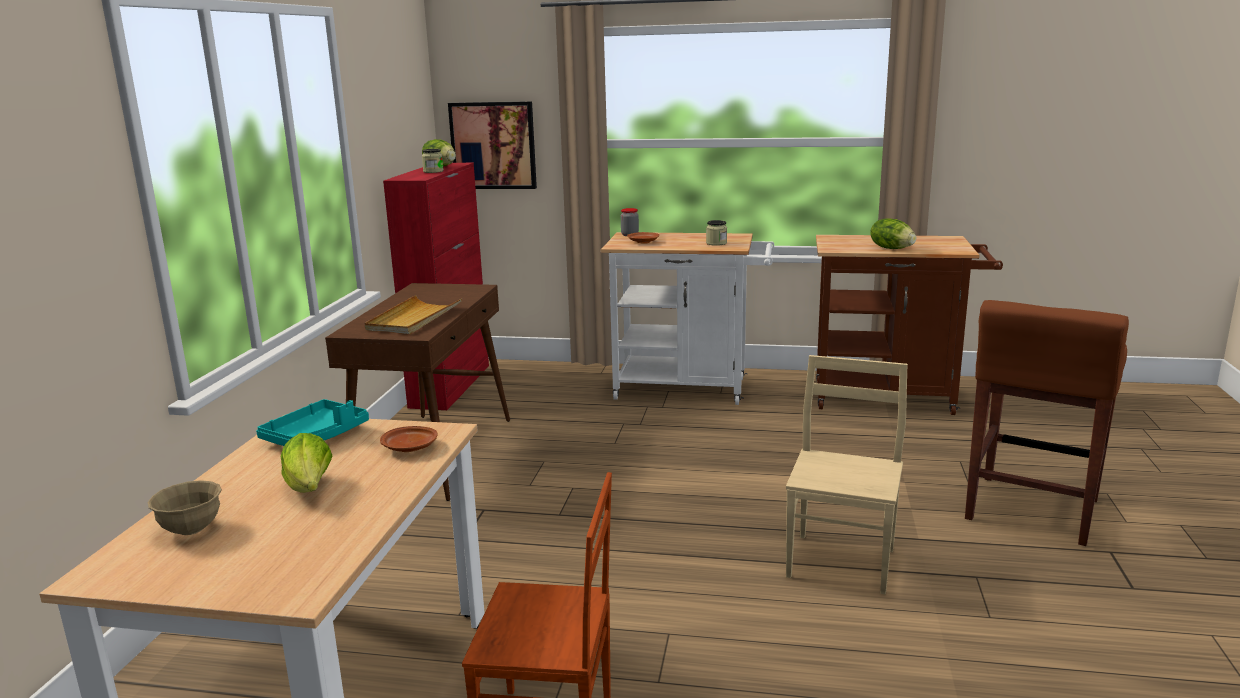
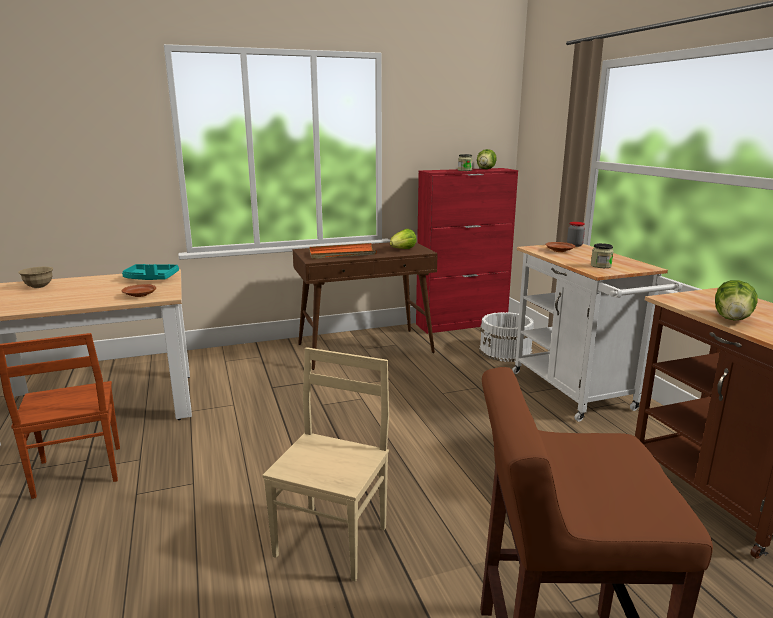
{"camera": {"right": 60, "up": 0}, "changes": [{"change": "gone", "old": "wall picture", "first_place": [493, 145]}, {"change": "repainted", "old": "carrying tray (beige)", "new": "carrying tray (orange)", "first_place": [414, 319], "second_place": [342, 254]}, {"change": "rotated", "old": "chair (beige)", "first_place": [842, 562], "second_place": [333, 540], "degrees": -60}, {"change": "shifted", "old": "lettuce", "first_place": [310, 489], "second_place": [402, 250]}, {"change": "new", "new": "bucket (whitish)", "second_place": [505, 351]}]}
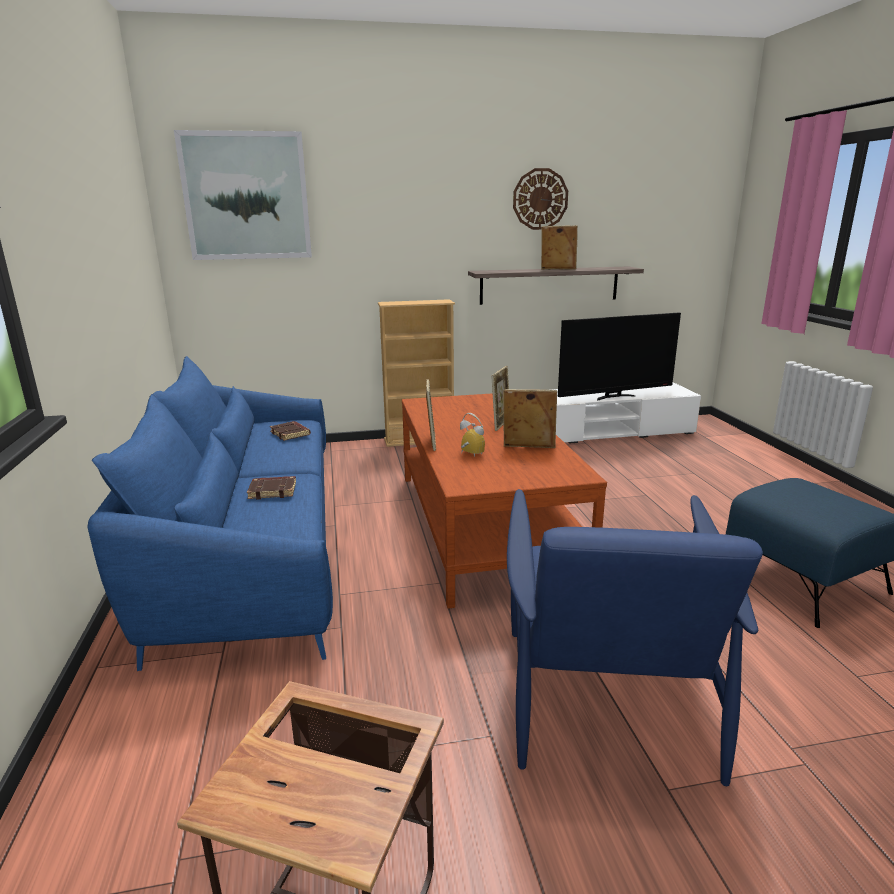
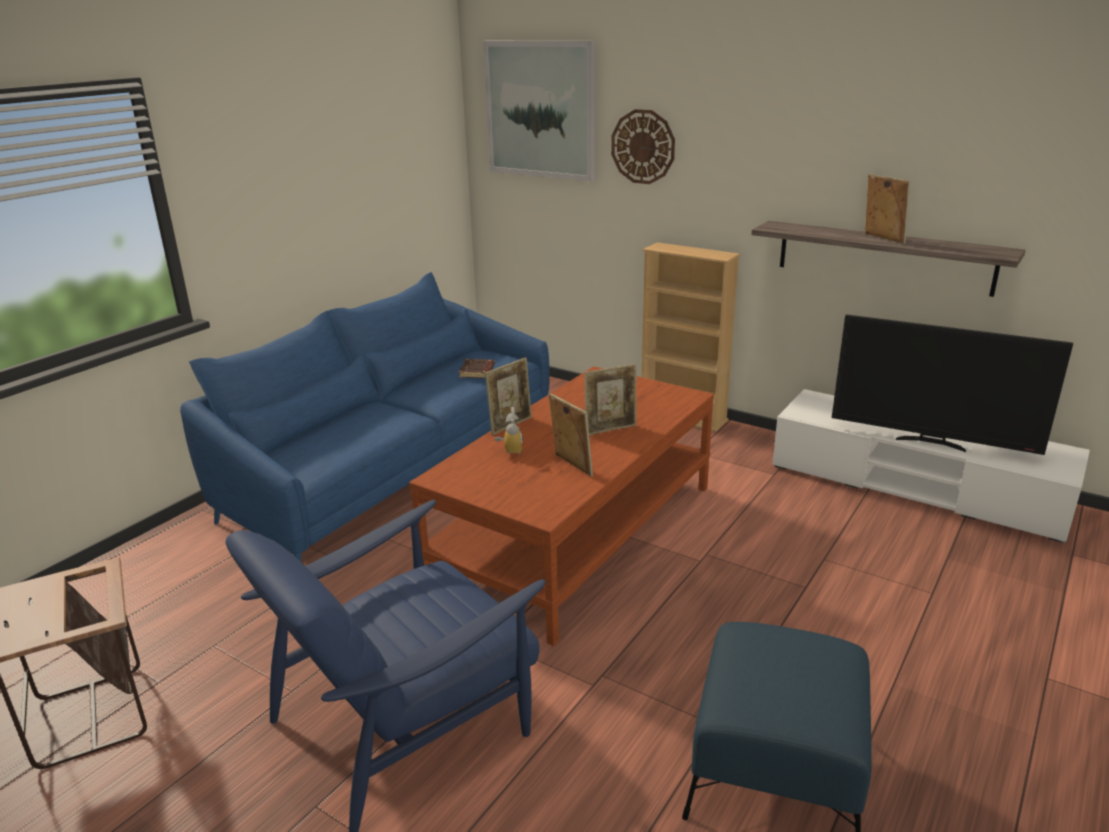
{"camera": {"right": 45, "up": 5}, "changes": [{"change": "shifted", "old": "wall clock", "first_place": [540, 199], "second_place": [643, 147]}, {"change": "gone", "old": "book (brown)", "first_place": [273, 491]}]}
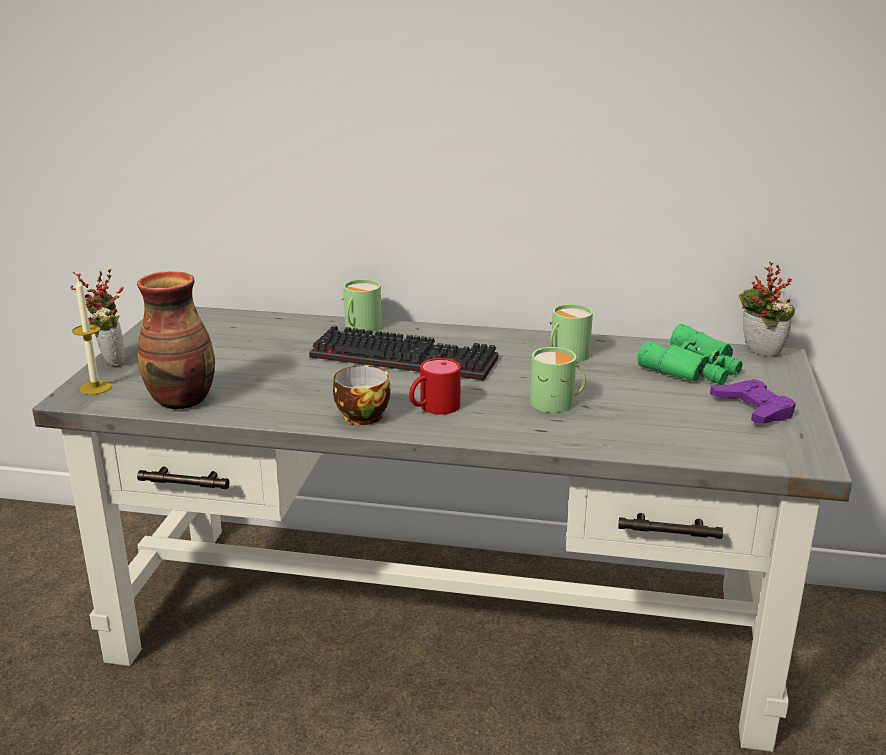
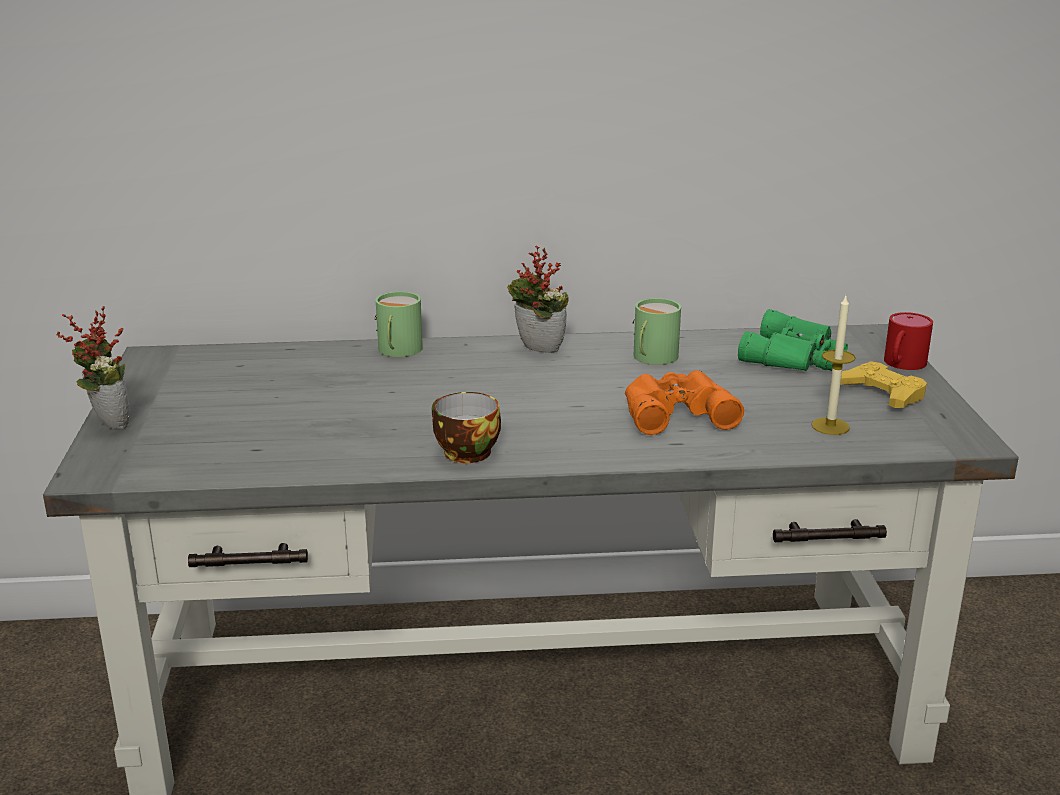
{"camera": {"right": -15, "up": 0}, "changes": [{"change": "shifted", "old": "houseplant", "first_place": [758, 353], "second_place": [536, 350]}, {"change": "gone", "old": "vase", "first_place": [183, 400]}, {"change": "shifted", "old": "candle", "first_place": [95, 387], "second_place": [830, 426]}, {"change": "gone", "old": "PC keyboard", "first_place": [408, 357]}, {"change": "swapped", "old": "mug (greenish)", "new": "binoculars (orange)", "first_place": [557, 403], "second_place": [675, 411]}, {"change": "shifted", "old": "mug (reddish)", "first_place": [432, 408], "second_place": [901, 365]}, {"change": "repainted", "old": "joypad (purple-coloured)", "new": "joypad (yellow)", "first_place": [753, 409], "second_place": [880, 393]}]}
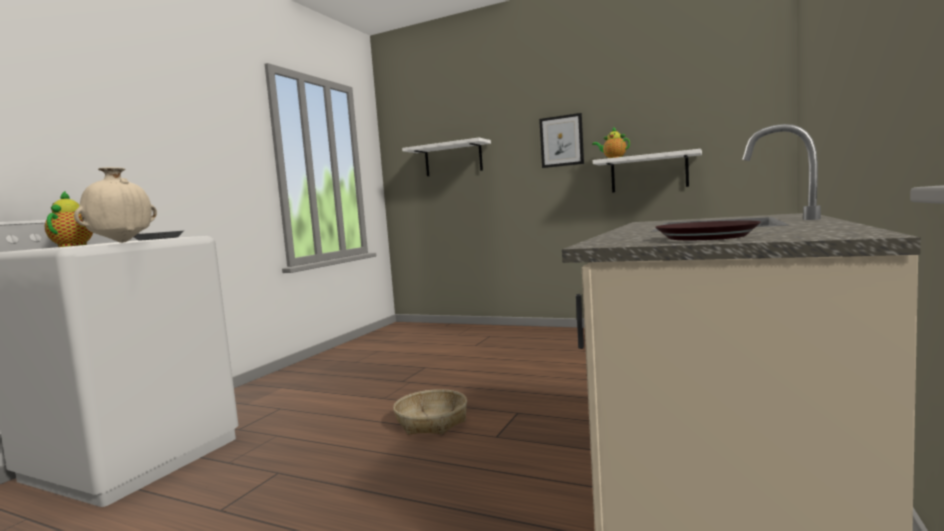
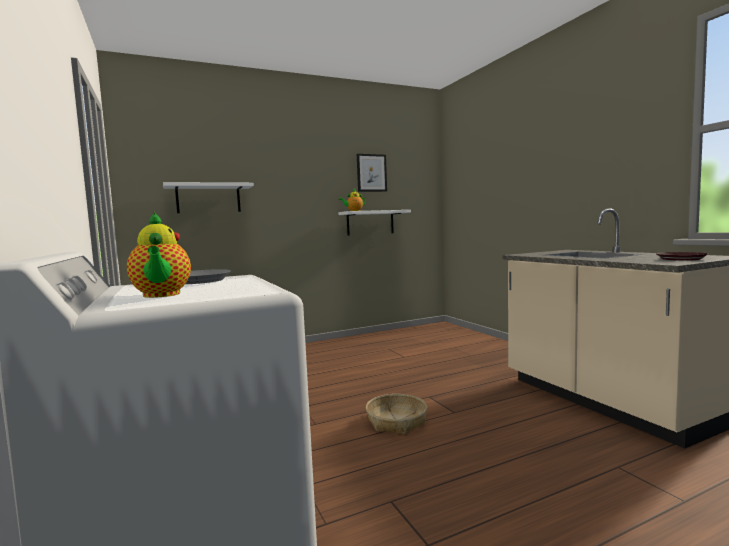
{"camera": {"right": -50, "up": 0}, "changes": [{"change": "shifted", "old": "wall picture", "first_place": [561, 141], "second_place": [371, 173]}, {"change": "gone", "old": "vase (beige)", "first_place": [122, 242]}, {"change": "rotated", "old": "tea pot", "first_place": [75, 245], "second_place": [161, 295], "degrees": -150}]}
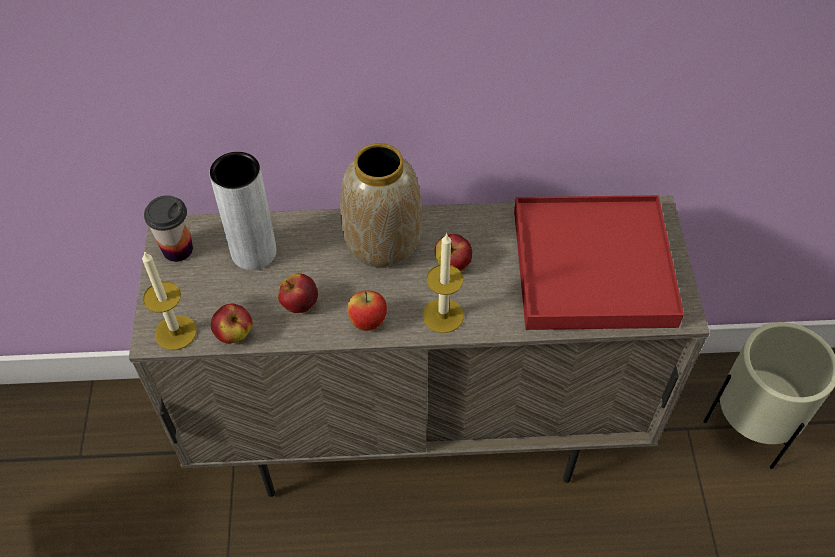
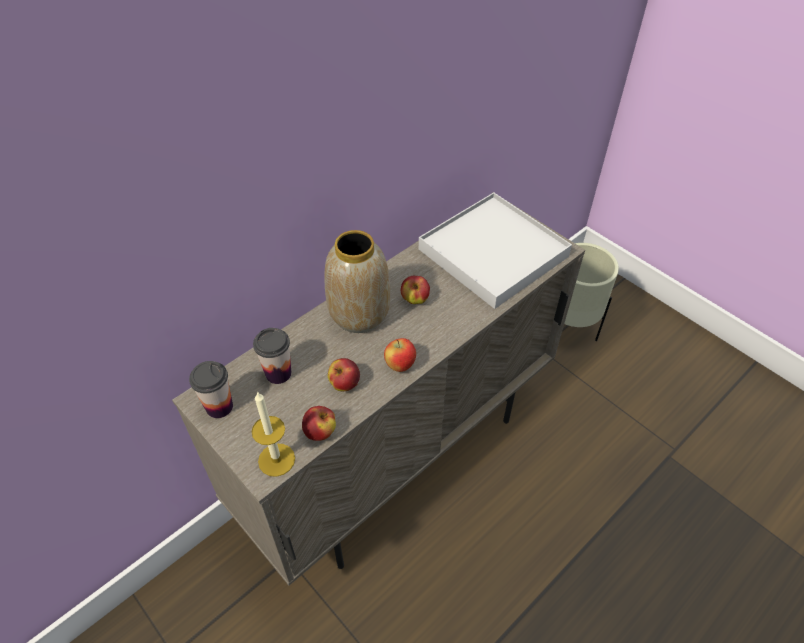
{"camera": {"right": -40, "up": -5}, "changes": [{"change": "swapped", "old": "vase (grey)", "new": "small cup", "first_place": [254, 252], "second_place": [278, 373]}, {"change": "repainted", "old": "carrying tray (reddish)", "new": "carrying tray (whitish)", "first_place": [593, 267], "second_place": [493, 253]}, {"change": "gone", "old": "candle", "first_place": [443, 315]}]}
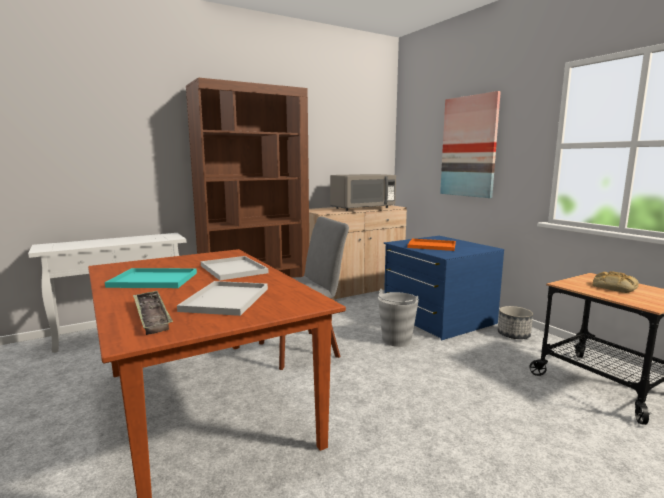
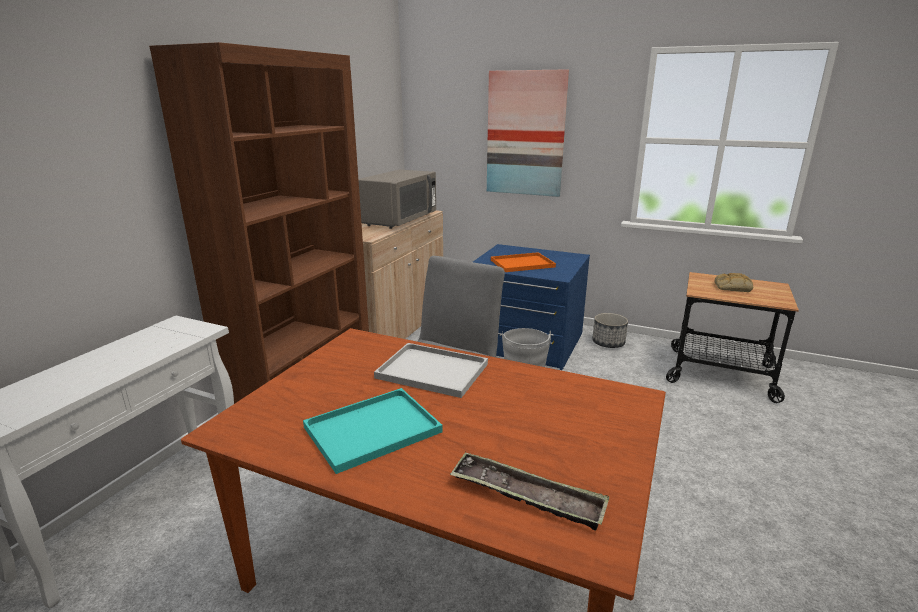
{"camera": {"right": -35, "up": 10}, "changes": [{"change": "gone", "old": "carrying tray (whitish)", "first_place": [226, 300]}]}
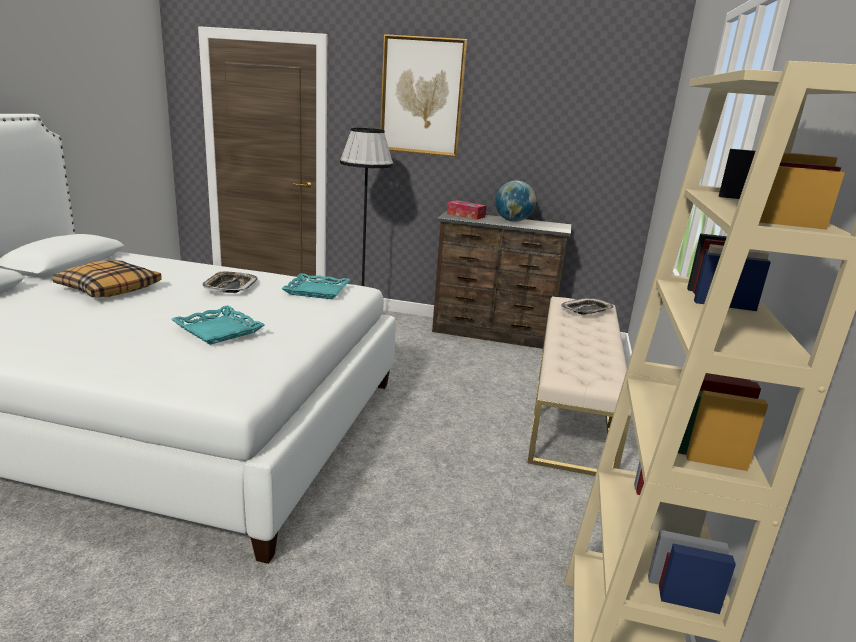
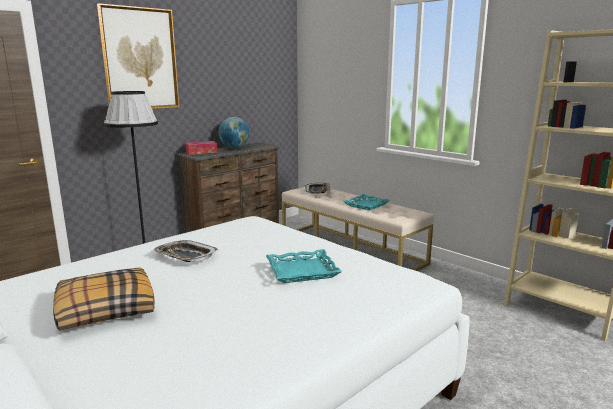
{"camera": {"right": -55, "up": -5}, "changes": [{"change": "shifted", "old": "carrying tray (turquoise-coloured)", "first_place": [316, 291], "second_place": [366, 205]}]}
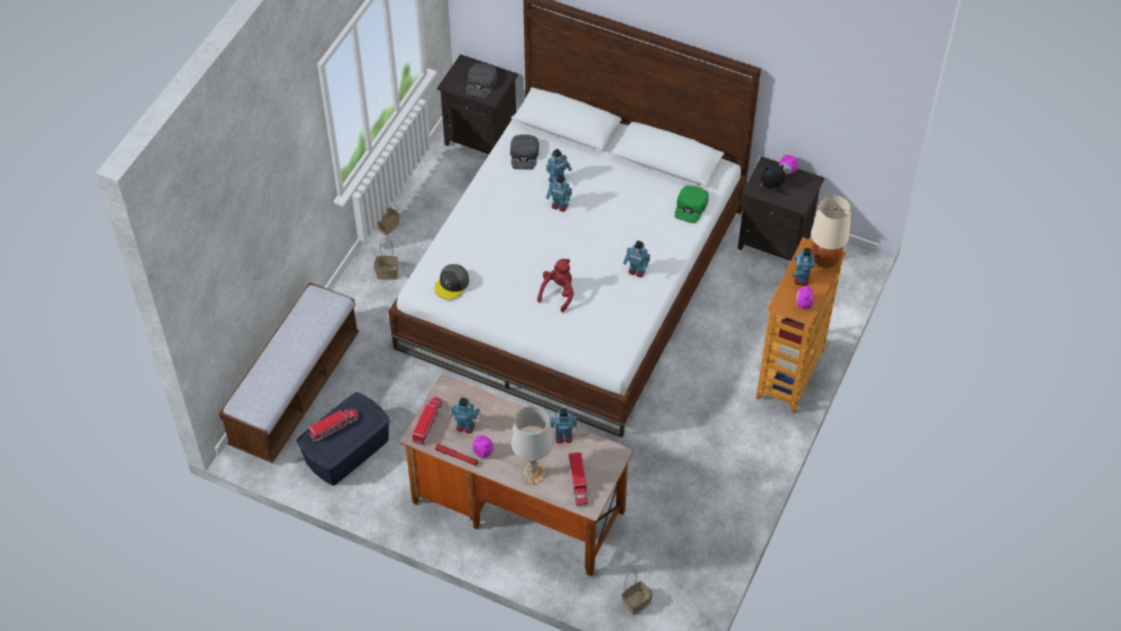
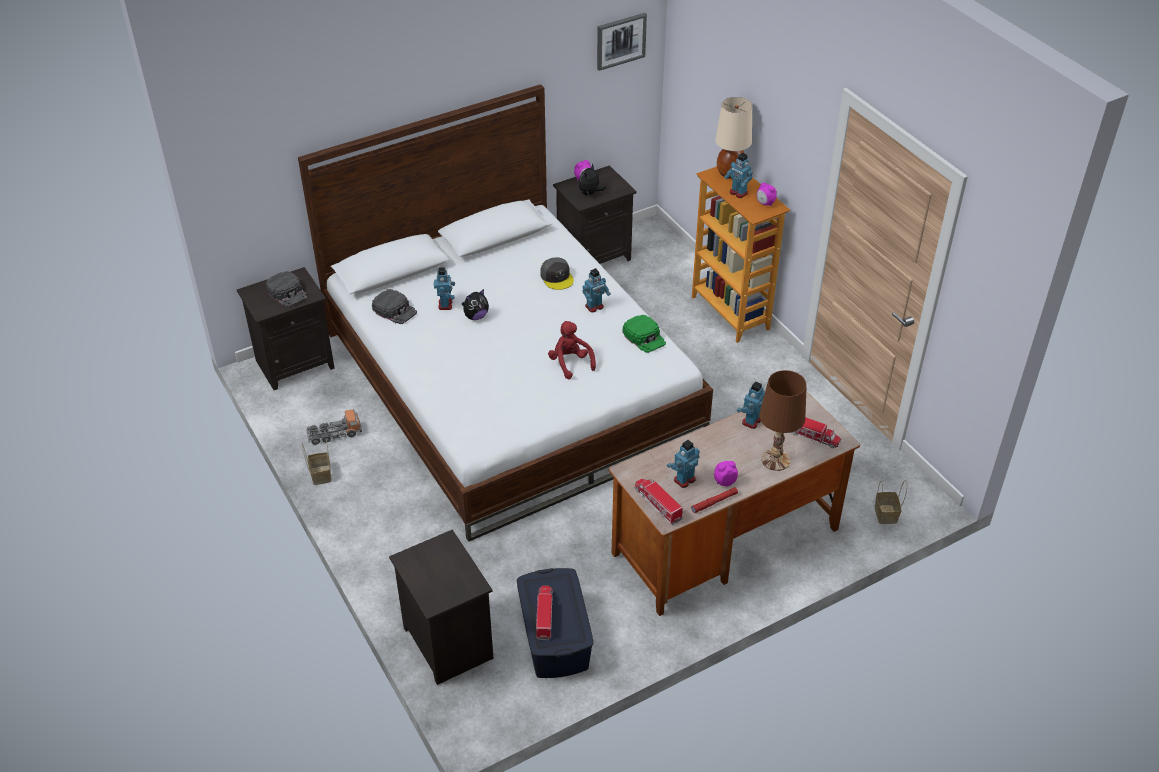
{"camera": {"right": -55, "up": -10}, "changes": [{"change": "swapped", "old": "model robot", "new": "plush toy", "first_place": [559, 205], "second_place": [475, 316]}, {"change": "shifted", "old": "baseball cap (greenish)", "first_place": [691, 207], "second_place": [644, 337]}, {"change": "gone", "old": "basket", "first_place": [388, 272]}, {"change": "shifted", "old": "baseball cap (grey)", "first_place": [452, 284], "second_place": [557, 277]}, {"change": "swapped", "old": "bench", "new": "bedside table (blackish)", "first_place": [296, 390], "second_place": [446, 642]}, {"change": "repainted", "old": "lamp for a table (whitish)", "new": "lamp for a table (brown)", "first_place": [532, 473], "second_place": [775, 460]}, {"change": "new", "new": "wall picture", "second_place": [620, 41]}, {"change": "new", "new": "model truck", "second_place": [334, 434]}]}
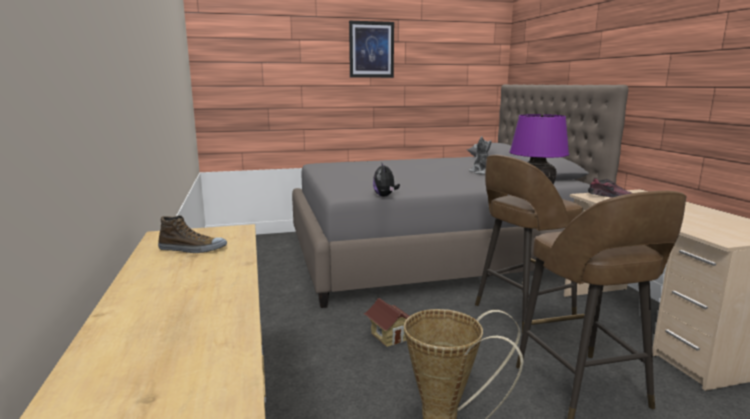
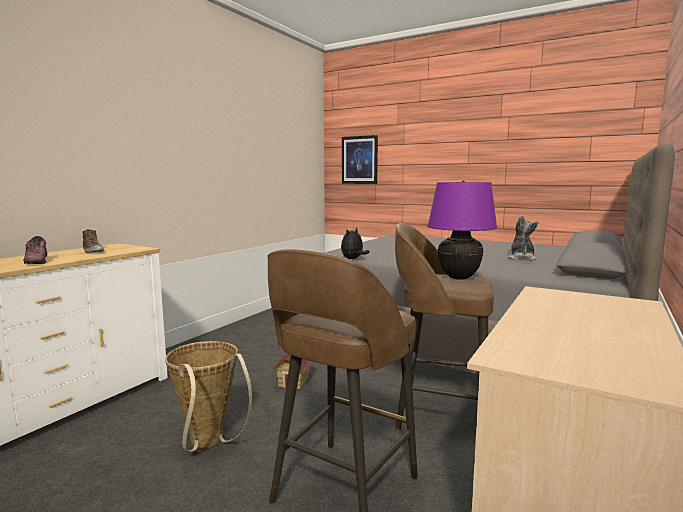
{"camera": {"right": 45, "up": -5}, "changes": [{"change": "shifted", "old": "wall picture", "first_place": [371, 49], "second_place": [359, 160]}, {"change": "shifted", "old": "shoe", "first_place": [609, 196], "second_place": [37, 261]}]}
